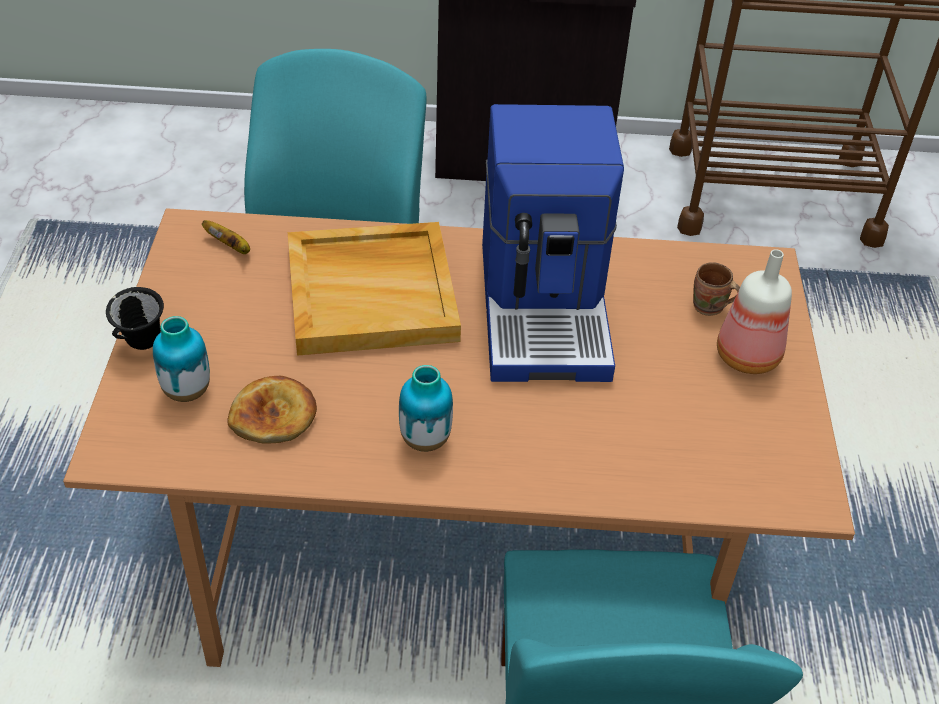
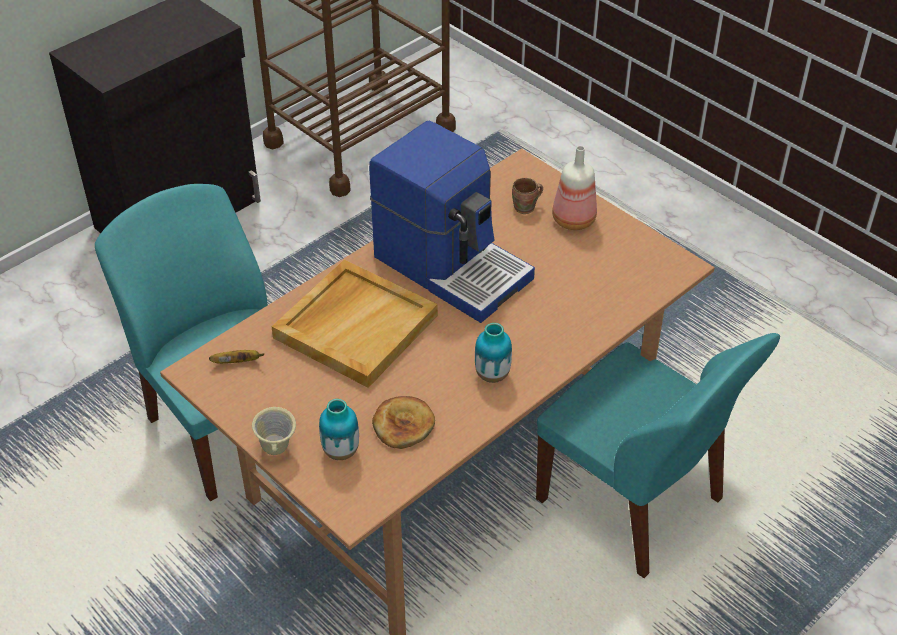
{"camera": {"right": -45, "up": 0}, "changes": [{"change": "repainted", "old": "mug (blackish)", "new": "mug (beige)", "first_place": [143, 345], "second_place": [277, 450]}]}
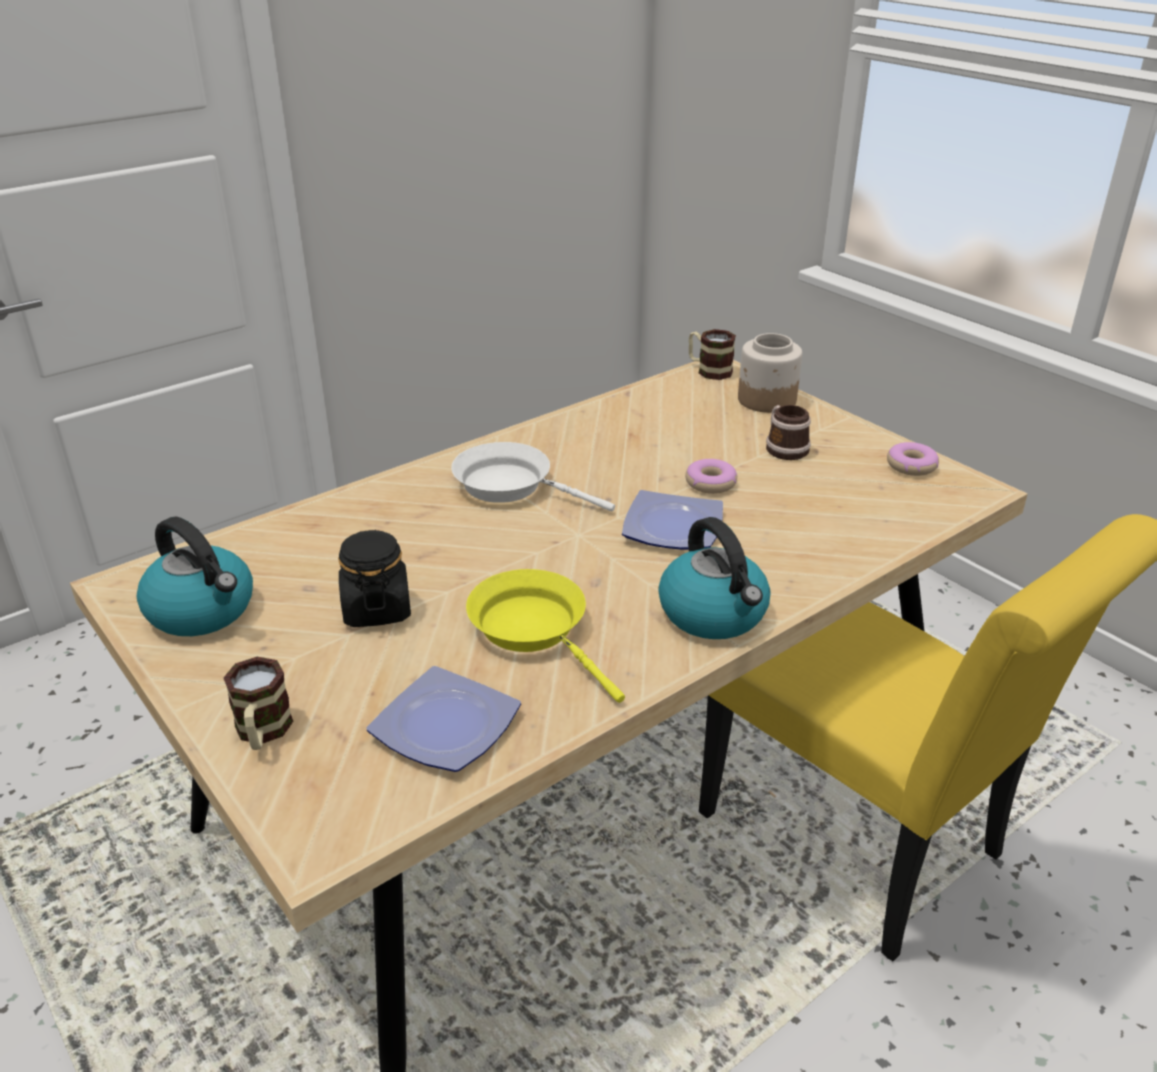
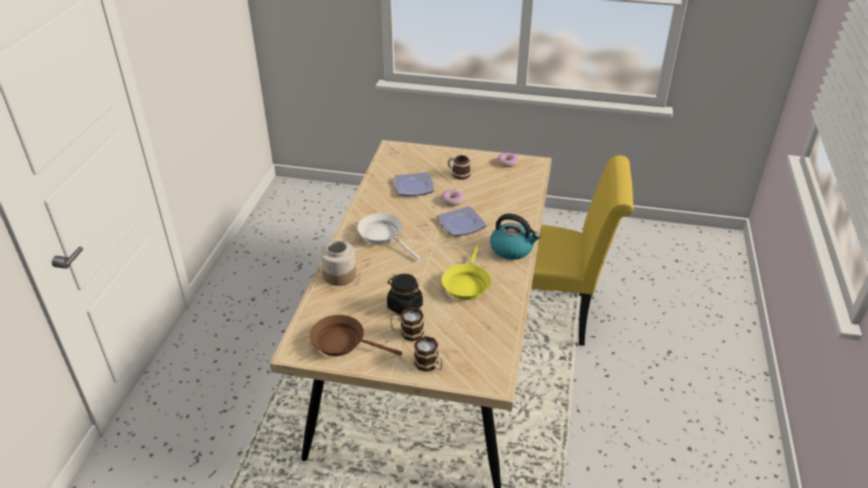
{"camera": {"right": -40, "up": 5}, "changes": [{"change": "shifted", "old": "mug", "first_place": [708, 370], "second_place": [407, 333]}, {"change": "shifted", "old": "preserve jar", "first_place": [766, 400], "second_place": [339, 275]}, {"change": "rotated", "old": "frying pan (whitish)", "first_place": [511, 486], "second_place": [383, 236], "degrees": 60}, {"change": "swapped", "old": "water kettle", "new": "frying pan (brown)", "first_place": [203, 611], "second_place": [343, 342]}, {"change": "rotated", "old": "frying pan (yellow)", "first_place": [535, 630], "second_place": [466, 284], "degrees": -90}, {"change": "shifted", "old": "flat dish", "first_place": [442, 727], "second_place": [413, 187]}]}
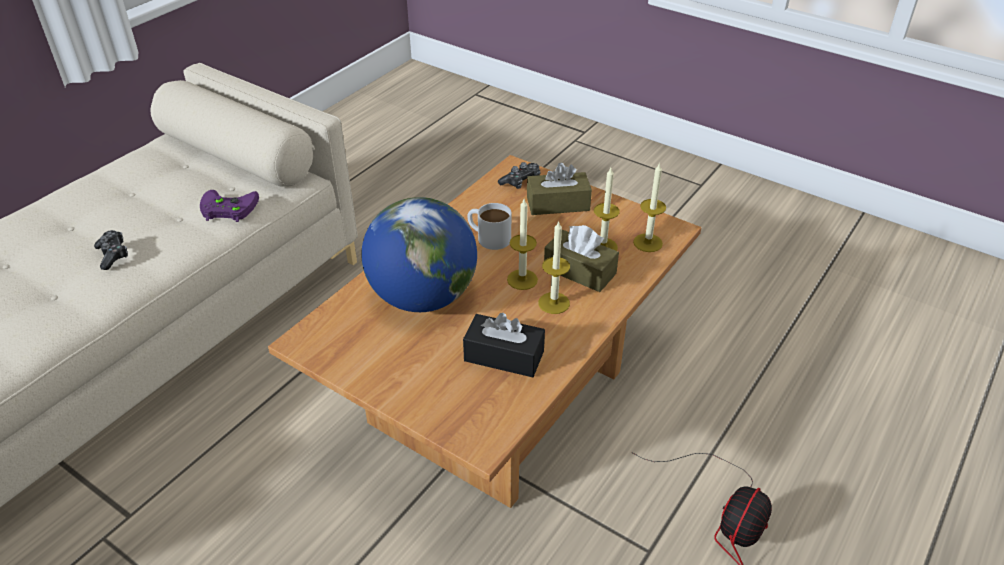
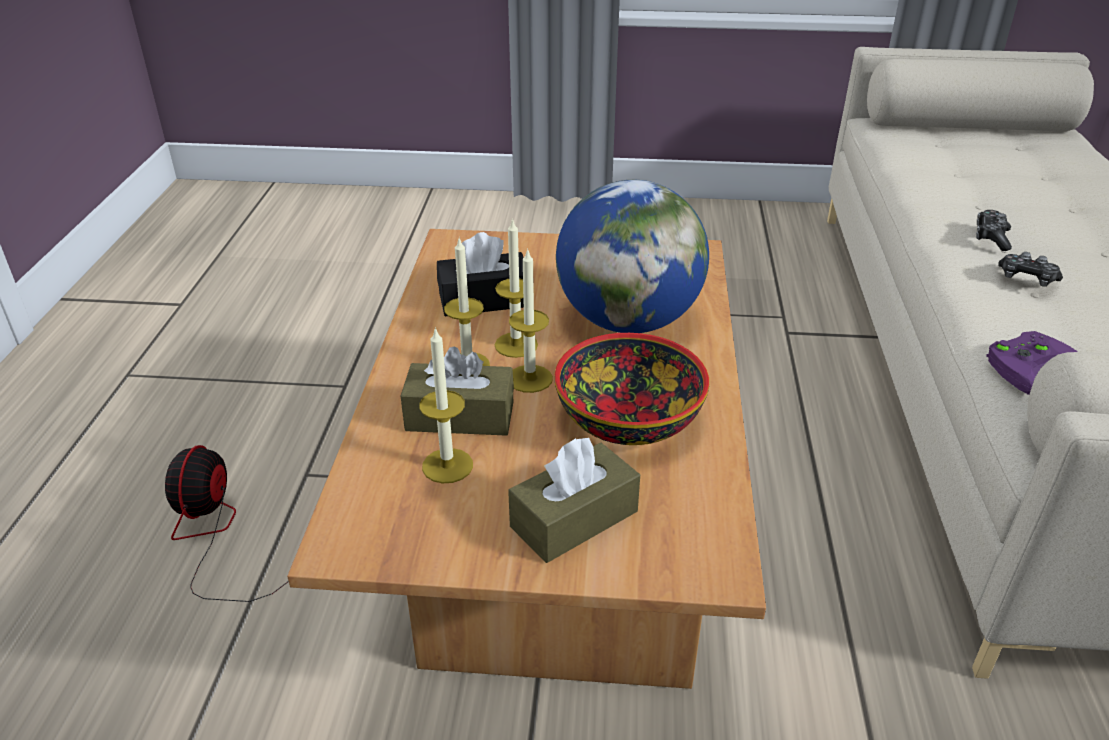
{"camera": {"right": 150, "up": -5}, "changes": [{"change": "shifted", "old": "joypad", "first_place": [521, 181], "second_place": [991, 237]}, {"change": "shifted", "old": "candle", "first_place": [648, 243], "second_place": [516, 345]}, {"change": "swapped", "old": "mug (whitish)", "new": "serving bowl", "first_place": [488, 237], "second_place": [629, 418]}]}
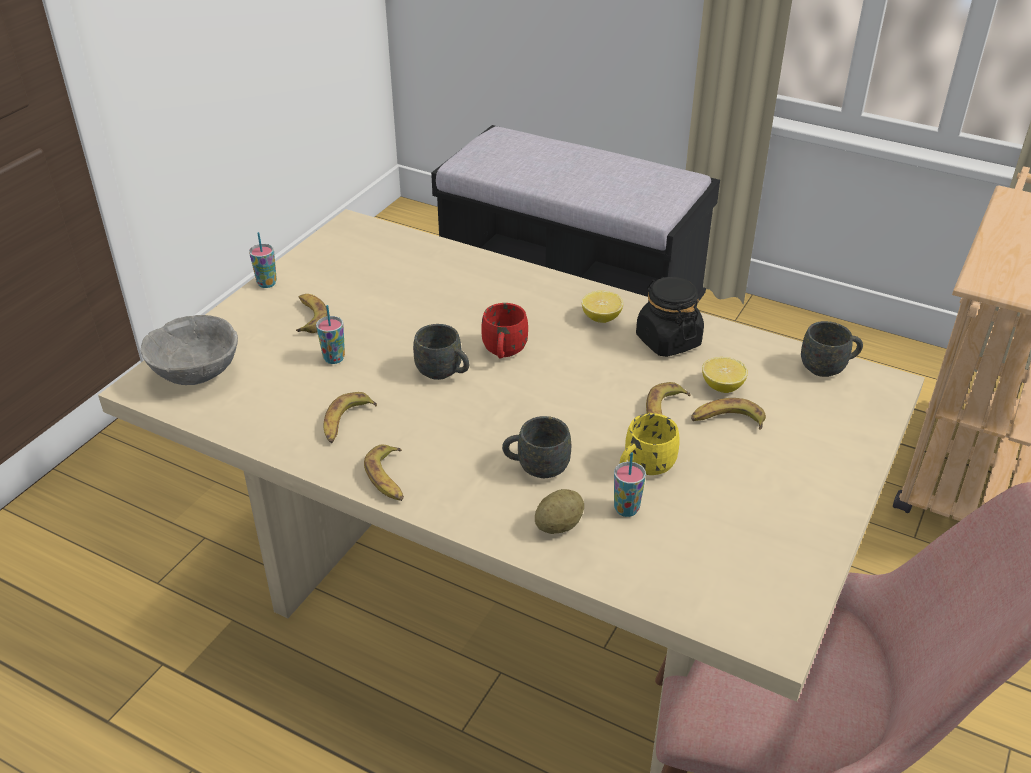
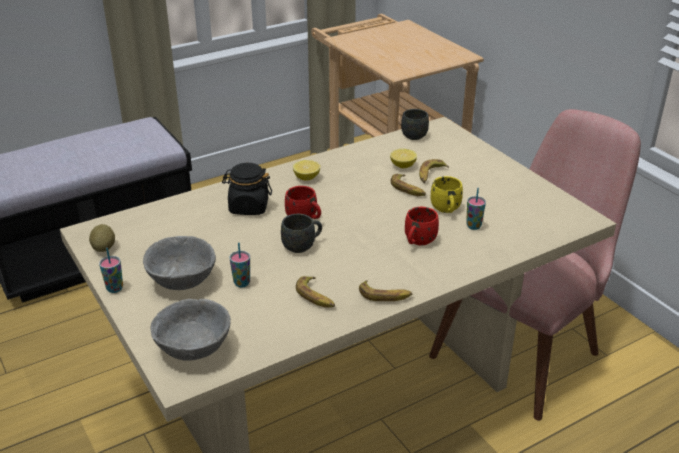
{"camera": {"right": -60, "up": -5}, "changes": [{"change": "shifted", "old": "preserve jar (blackish)", "first_place": [667, 341], "second_place": [248, 207]}, {"change": "swapped", "old": "banana", "new": "serving bowl (grey)", "first_place": [309, 317], "second_place": [182, 281]}, {"change": "repainted", "old": "mug (grey)", "new": "mug (reddish)", "first_place": [536, 467], "second_place": [418, 242]}, {"change": "shifted", "old": "spud", "first_place": [559, 525], "second_place": [103, 248]}]}
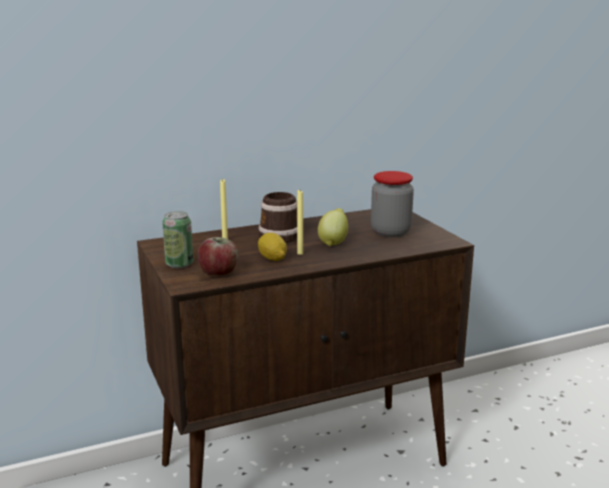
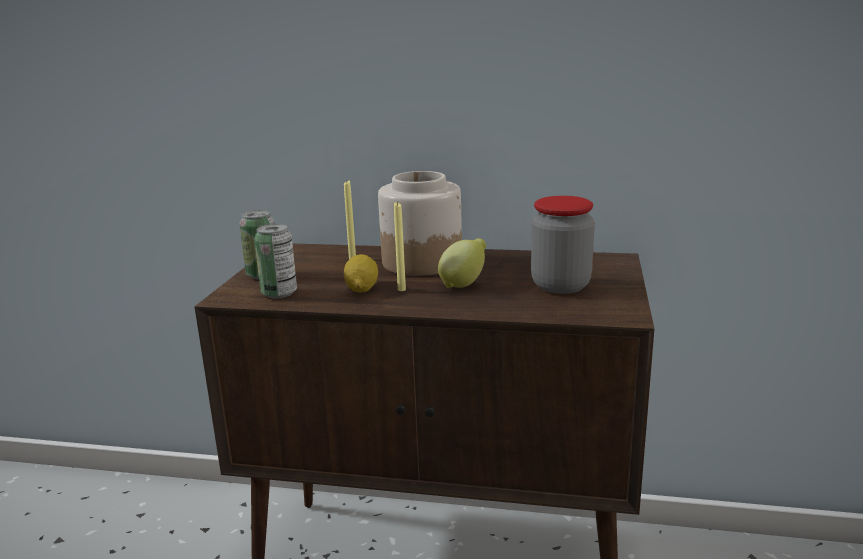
{"camera": {"right": 35, "up": 0}, "changes": [{"change": "swapped", "old": "mug", "new": "preserve jar", "first_place": [279, 234], "second_place": [421, 262]}, {"change": "swapped", "old": "apple", "new": "sealed can", "first_place": [219, 273], "second_place": [279, 293]}]}
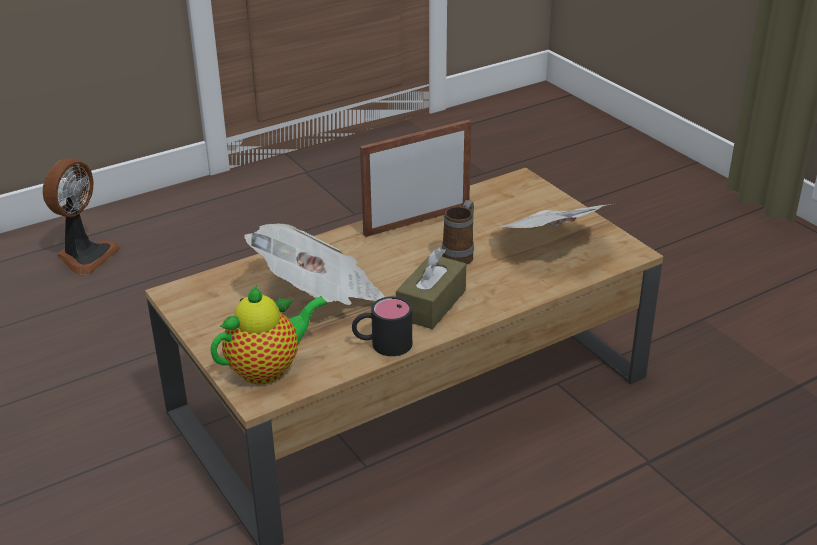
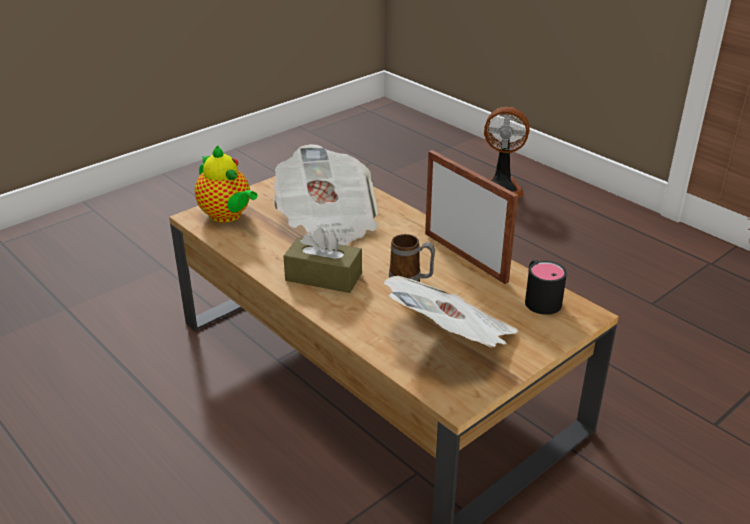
{"camera": {"right": 80, "up": 0}, "changes": [{"change": "shifted", "old": "mug (blackish)", "first_place": [382, 344], "second_place": [539, 298]}]}
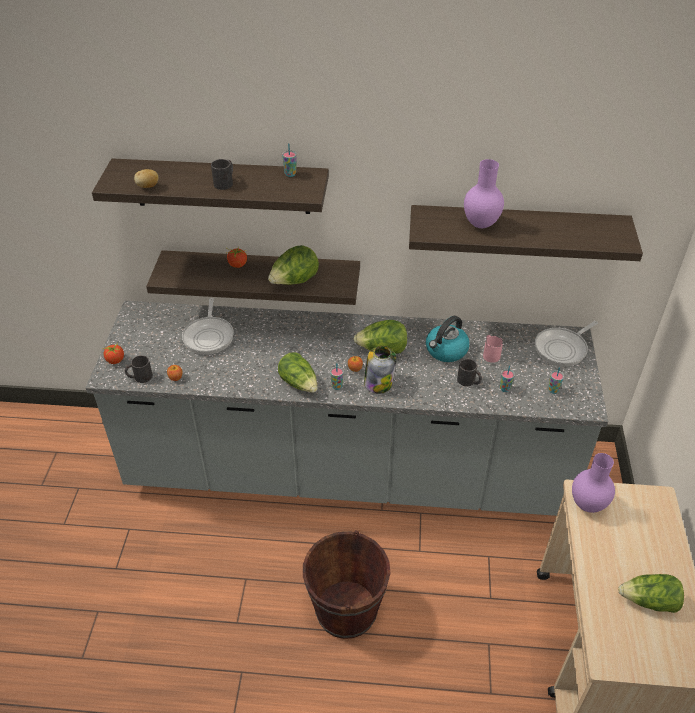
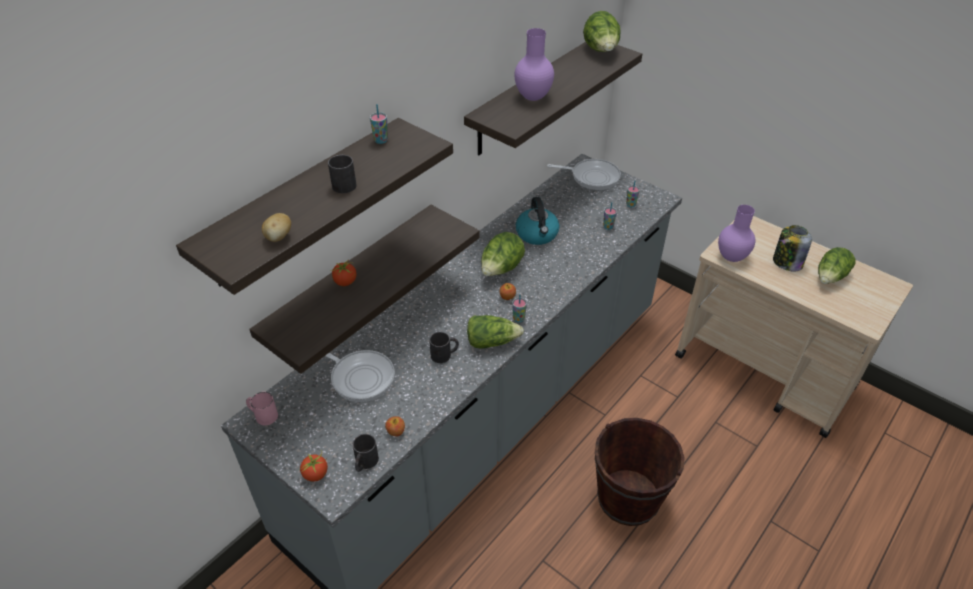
{"camera": {"right": -55, "up": 0}, "changes": [{"change": "shifted", "old": "lettuce", "first_place": [294, 282], "second_place": [601, 51]}, {"change": "rotated", "old": "frying pan", "first_place": [562, 348], "second_place": [592, 177], "degrees": -75}, {"change": "shifted", "old": "mug (pink)", "first_place": [490, 354], "second_place": [262, 415]}, {"change": "shifted", "old": "preserve jar", "first_place": [378, 383], "second_place": [786, 262]}, {"change": "shifted", "old": "mug (blackish)", "first_place": [469, 381], "second_place": [445, 354]}]}
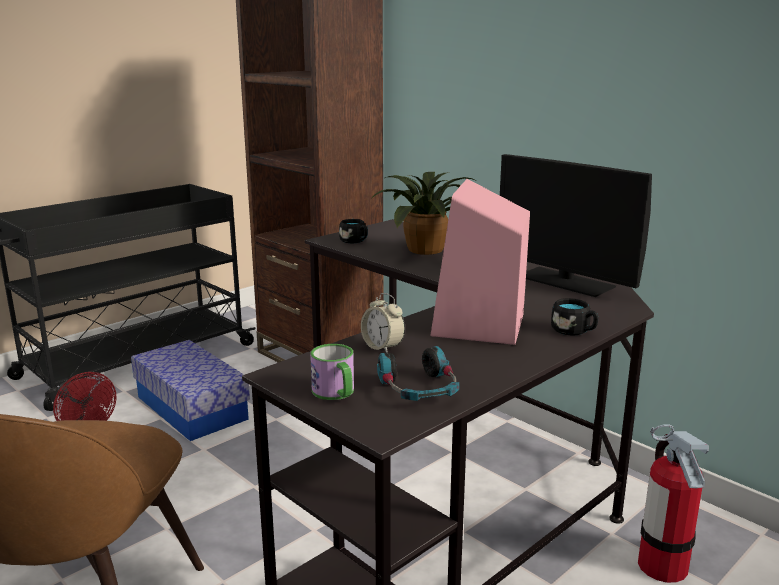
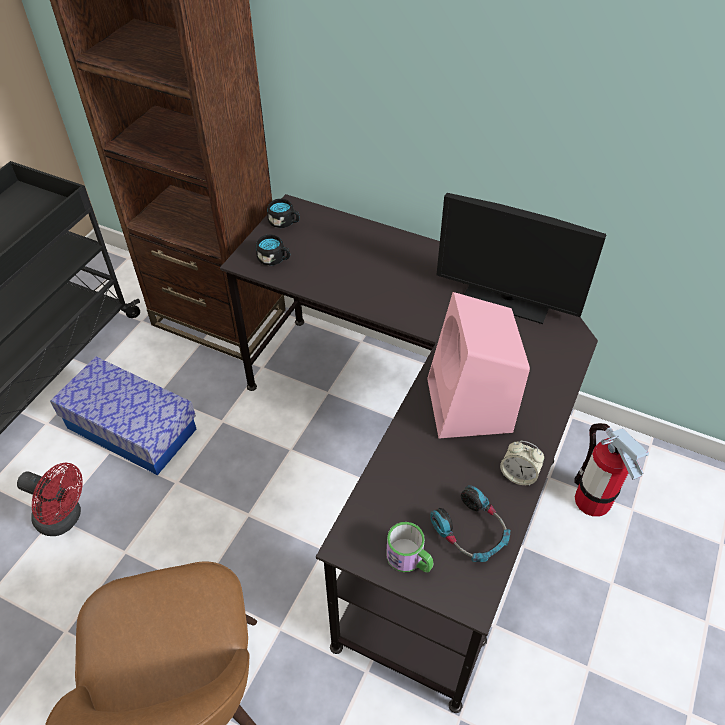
{"camera": {"right": -20, "up": 30}, "changes": [{"change": "gone", "old": "houseplant", "first_place": [429, 250]}, {"change": "shifted", "old": "alarm clock", "first_place": [382, 347], "second_place": [518, 475]}, {"change": "shifted", "old": "mug (blackish)", "first_place": [574, 331], "second_place": [284, 222]}]}
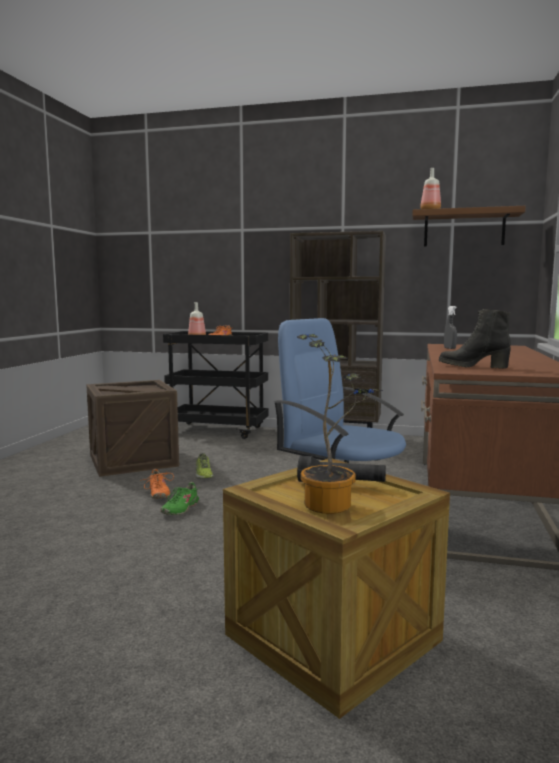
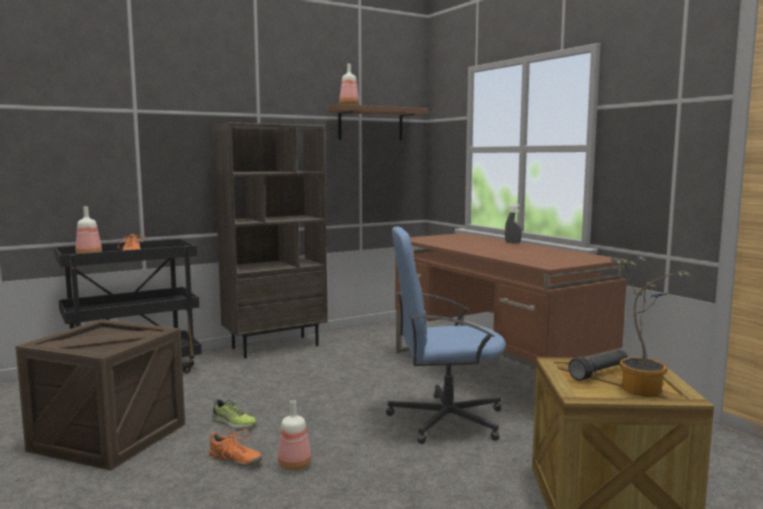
{"camera": {"right": -45, "up": 0}, "changes": [{"change": "shifted", "old": "hand sprayer (grey)", "first_place": [449, 348], "second_place": [512, 243]}, {"change": "gone", "old": "boot (blackish)", "first_place": [473, 366]}, {"change": "swapped", "old": "shoe (greenish)", "new": "beverage bottle", "first_place": [180, 509], "second_place": [295, 465]}]}
